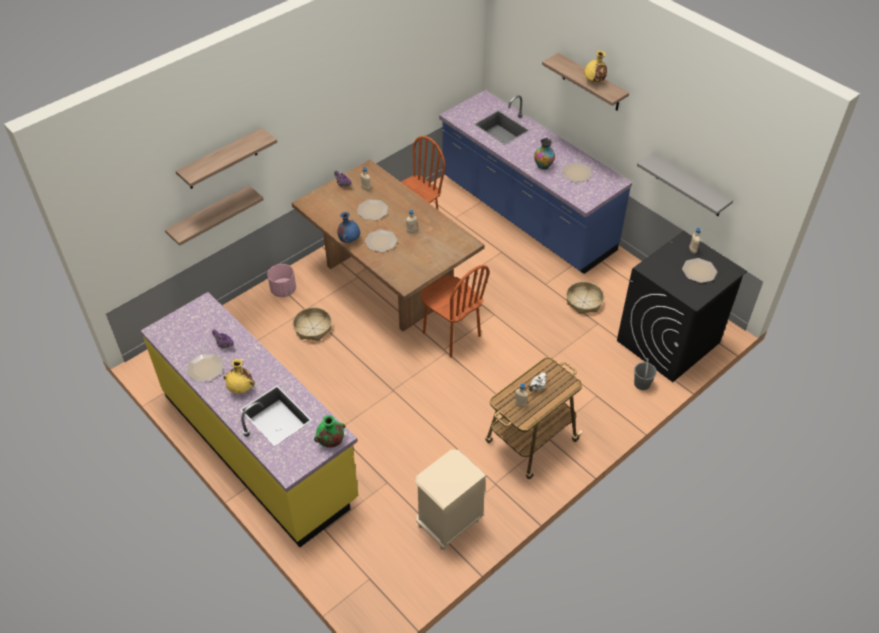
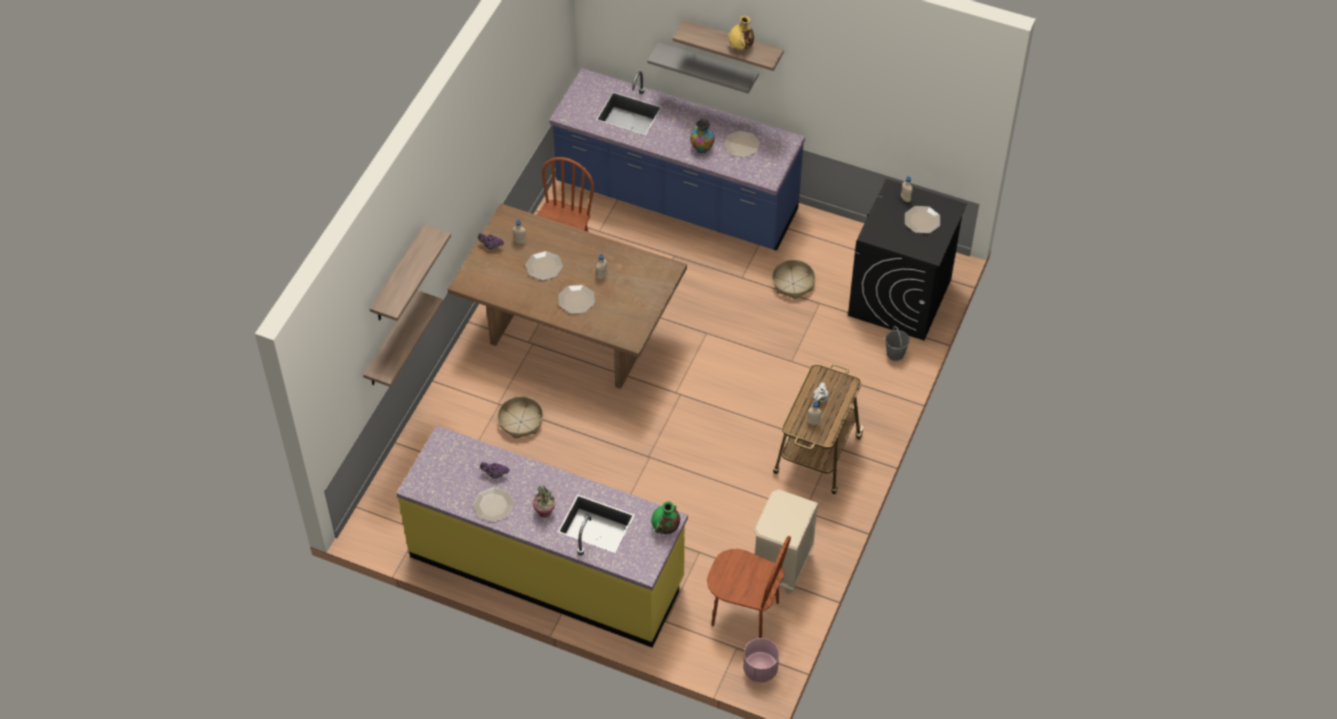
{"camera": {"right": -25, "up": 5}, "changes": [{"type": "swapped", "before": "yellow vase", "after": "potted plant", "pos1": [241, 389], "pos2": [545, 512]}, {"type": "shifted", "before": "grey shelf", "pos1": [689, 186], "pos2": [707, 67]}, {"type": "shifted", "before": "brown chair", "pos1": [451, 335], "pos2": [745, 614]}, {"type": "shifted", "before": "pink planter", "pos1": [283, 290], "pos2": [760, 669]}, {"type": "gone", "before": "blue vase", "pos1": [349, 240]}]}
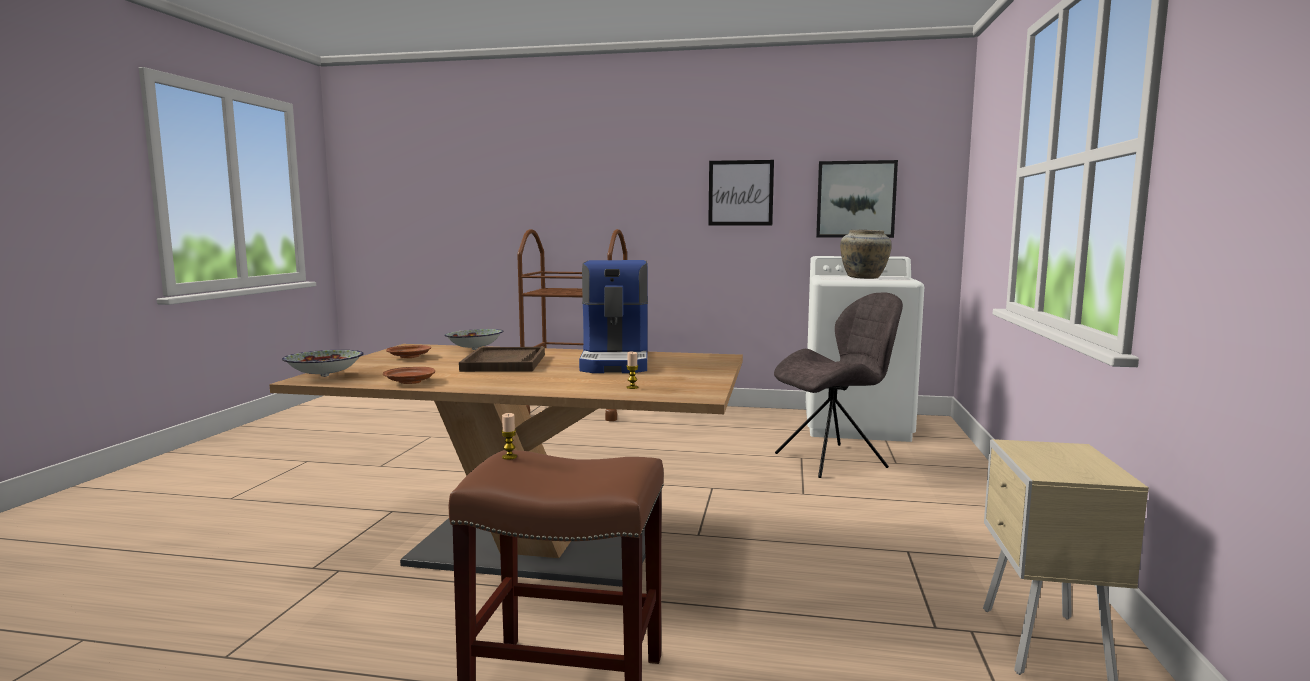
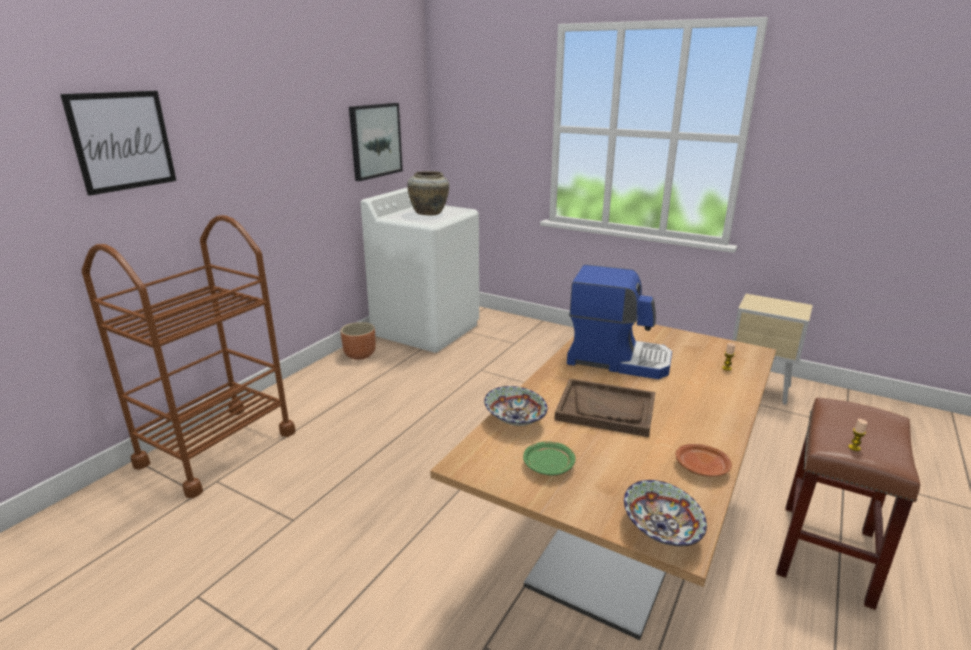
{"camera": {"right": -70, "up": 15}, "changes": [{"type": "shifted", "before": "picture", "pos1": [740, 193], "pos2": [122, 141]}, {"type": "new", "after": "brown planter", "pos2": [360, 355]}, {"type": "repainted", "before": "brown plate", "after": "green plate", "pos1": [410, 357], "pos2": [548, 465]}, {"type": "gone", "before": "grey chair", "pos1": [834, 460]}]}
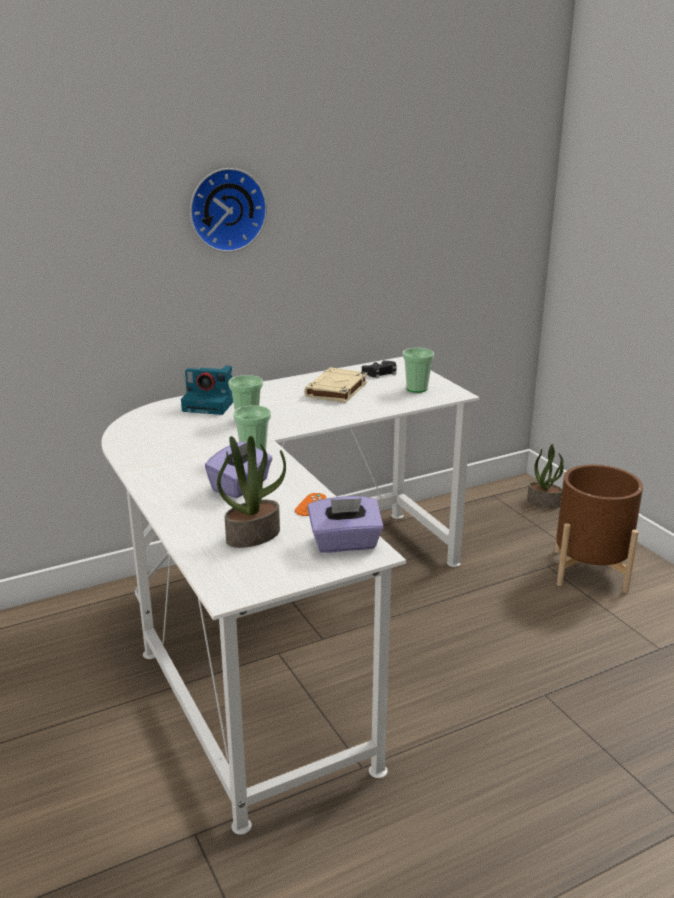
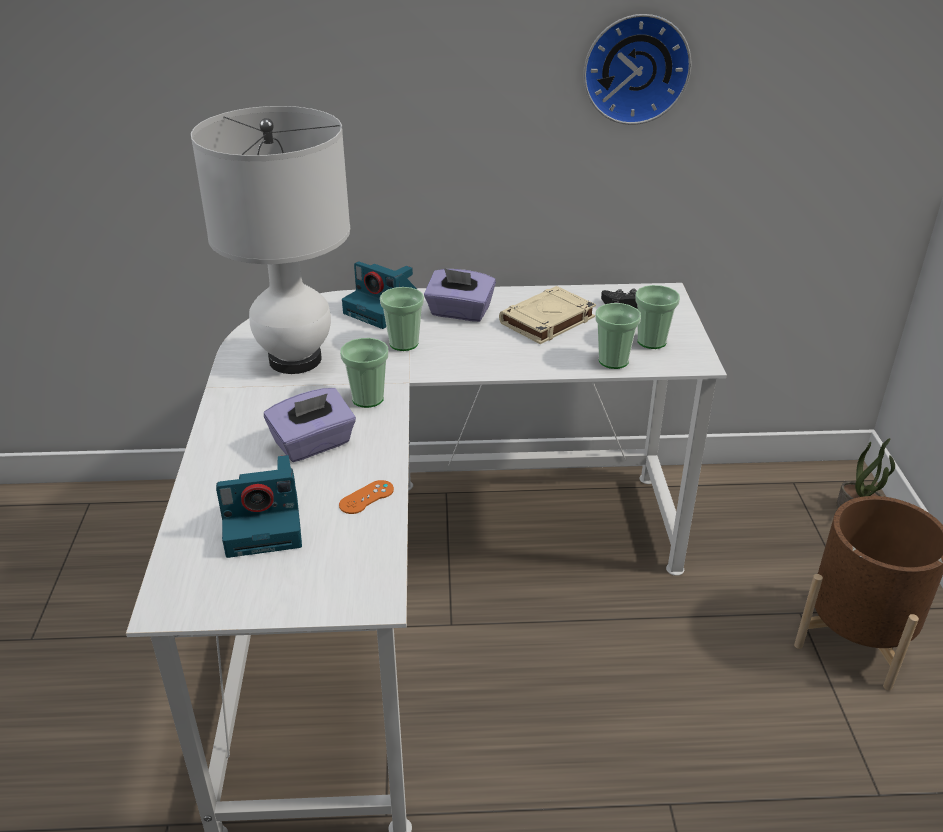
{"camera": {"right": 25, "up": 10}, "changes": [{"type": "new", "after": "white table lamp", "pos2": [295, 360]}, {"type": "swapped", "before": "potted plant", "after": "photo camera", "pos1": [253, 535], "pos2": [265, 524]}, {"type": "shifted", "before": "purple tissue box", "pos1": [345, 543], "pos2": [459, 312]}, {"type": "shifted", "before": "wall clock", "pos1": [226, 209], "pos2": [635, 68]}, {"type": "new", "after": "cup", "pos2": [613, 361]}]}
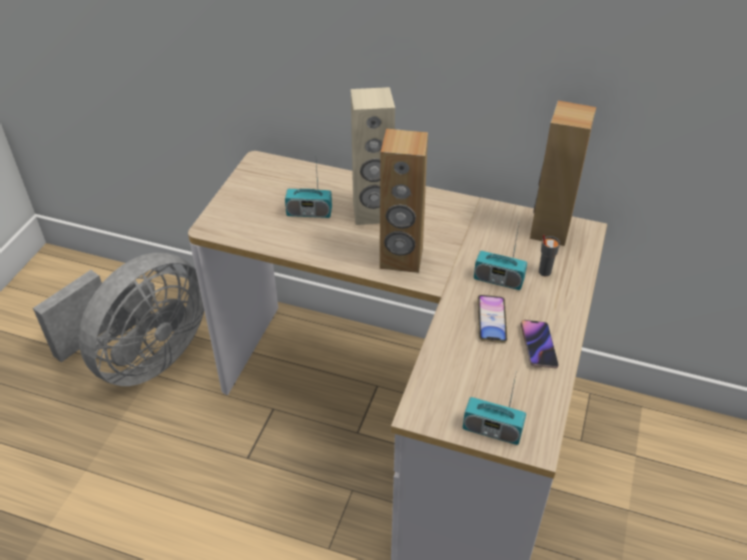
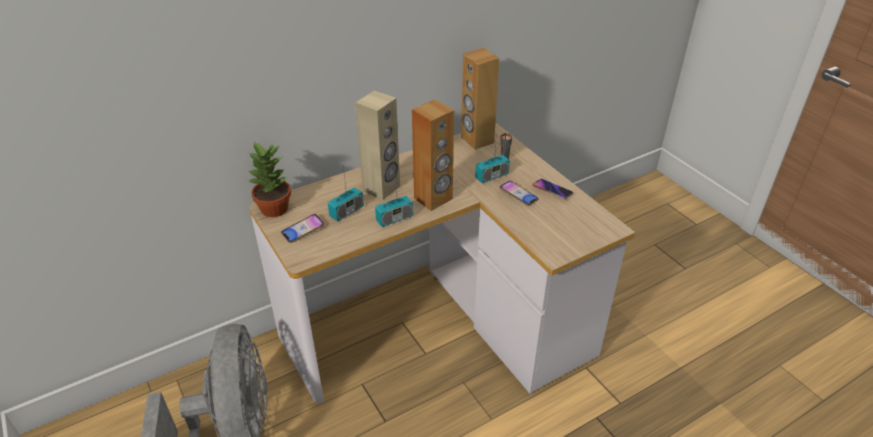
{"camera": {"right": -50, "up": -5}, "changes": [{"type": "new", "after": "potted plant", "pos2": [274, 209]}, {"type": "new", "after": "phone", "pos2": [303, 230]}, {"type": "shifted", "before": "radio", "pos1": [492, 430], "pos2": [394, 219]}]}
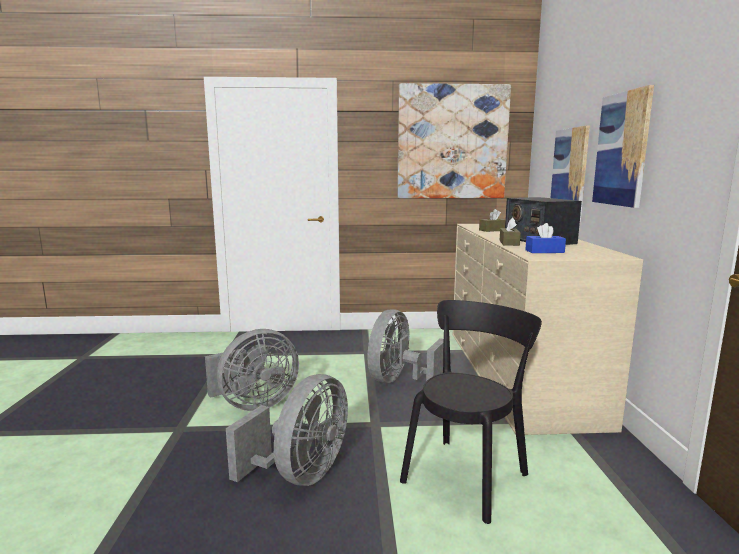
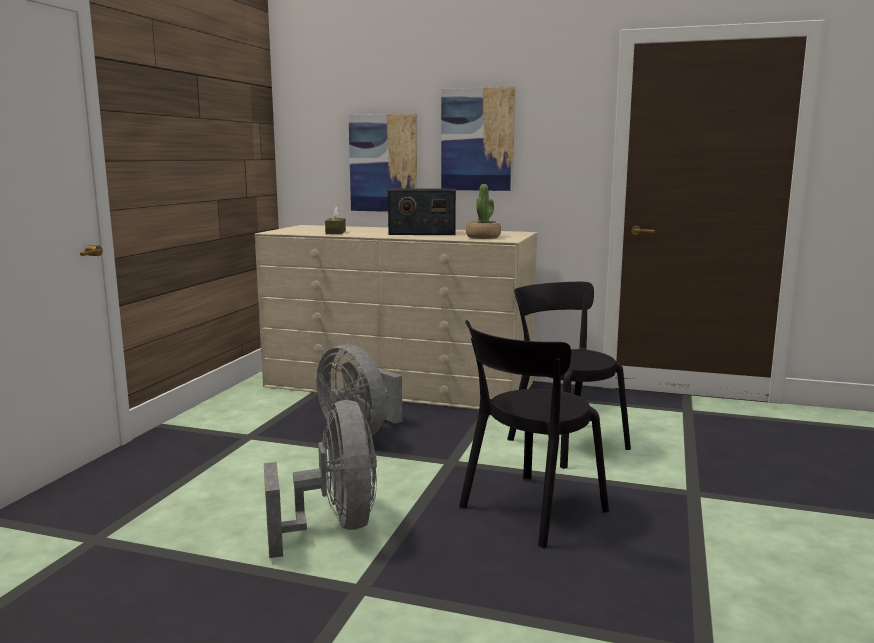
{"camera": {"right": -70, "up": 0}, "changes": [{"type": "swapped", "before": "grey fan", "after": "black chair", "pos1": [301, 474], "pos2": [528, 511]}, {"type": "swapped", "before": "blue tissue box", "after": "potted plant", "pos1": [544, 251], "pos2": [483, 237]}, {"type": "gone", "before": "picture", "pos1": [452, 142]}, {"type": "gone", "before": "brown tissue box", "pos1": [509, 243]}]}
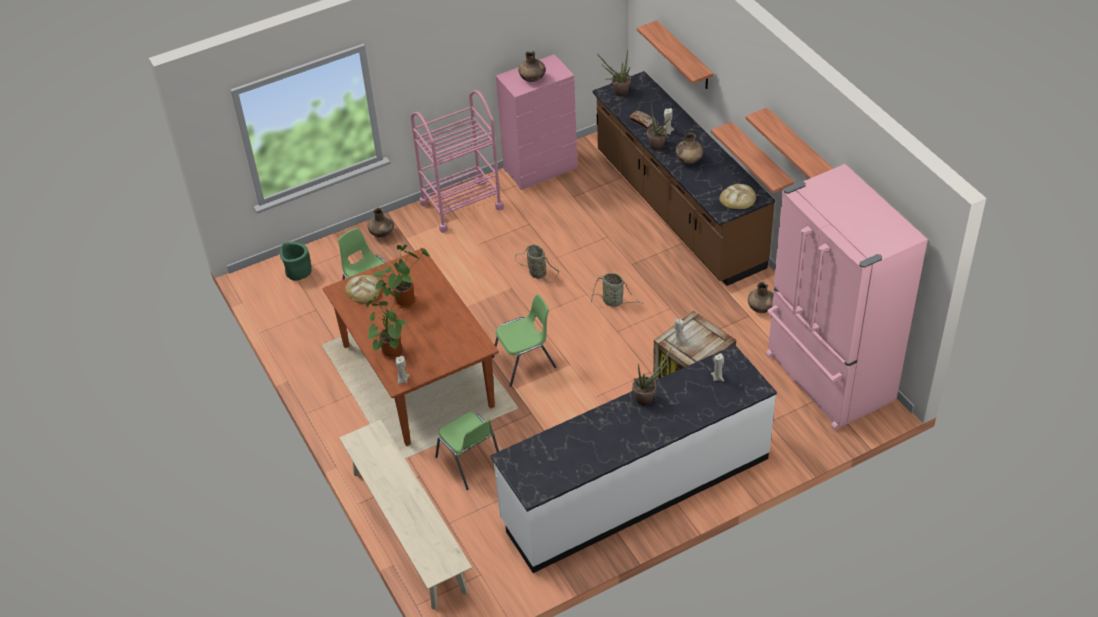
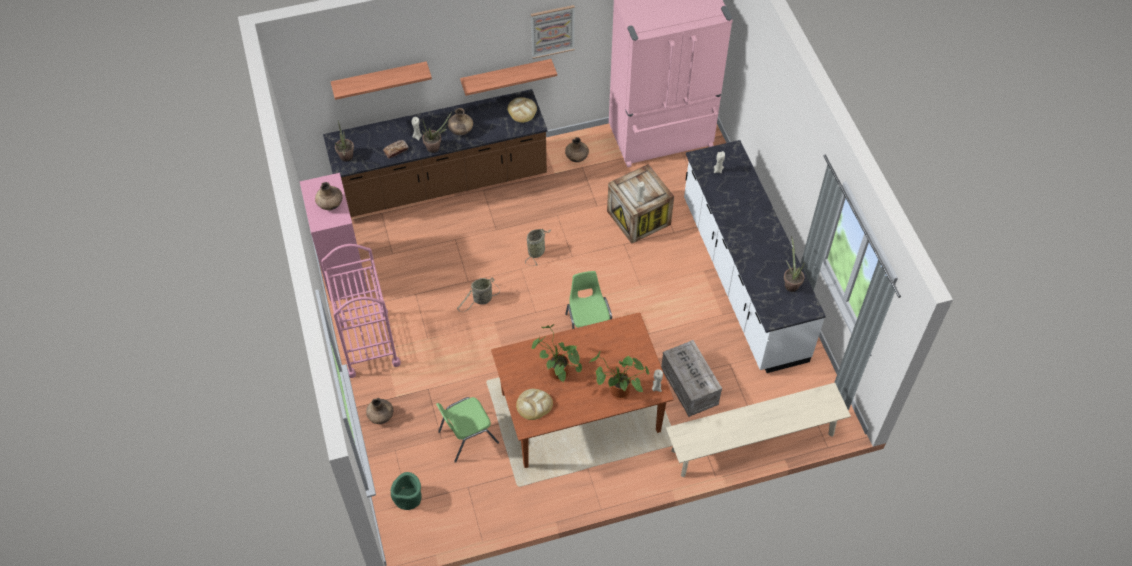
{"camera": {"right": -80, "up": 10}, "changes": [{"type": "swapped", "before": "shelf", "after": "picture", "pos1": [799, 148], "pos2": [552, 31]}, {"type": "swapped", "before": "green chair", "after": "crate", "pos1": [470, 463], "pos2": [690, 386]}, {"type": "shifted", "before": "potted plant", "pos1": [647, 397], "pos2": [790, 283]}]}
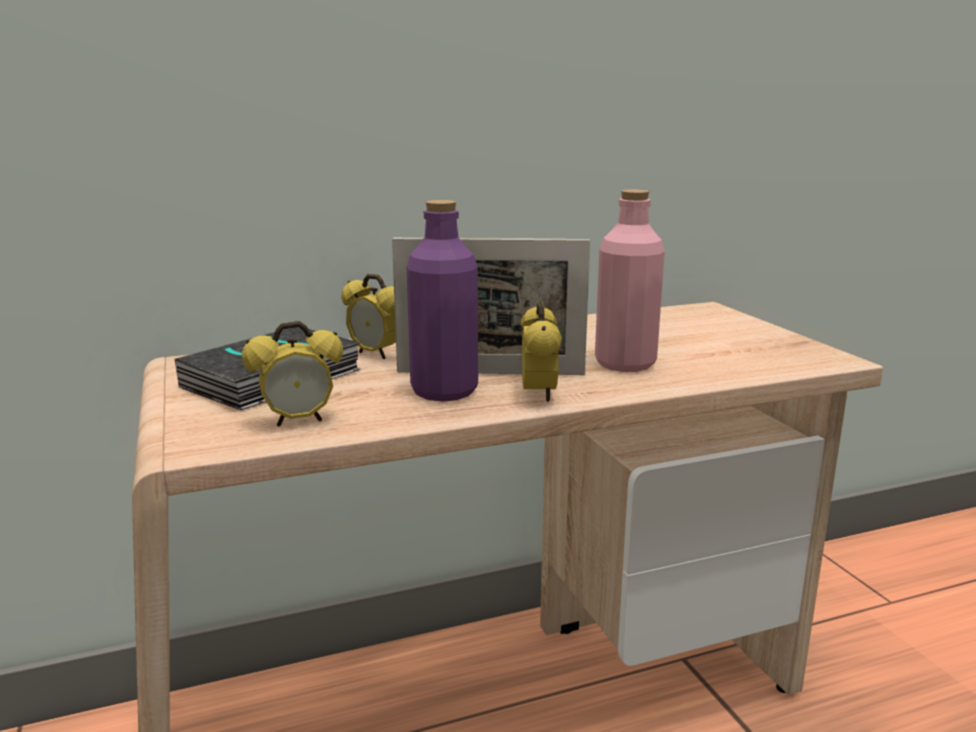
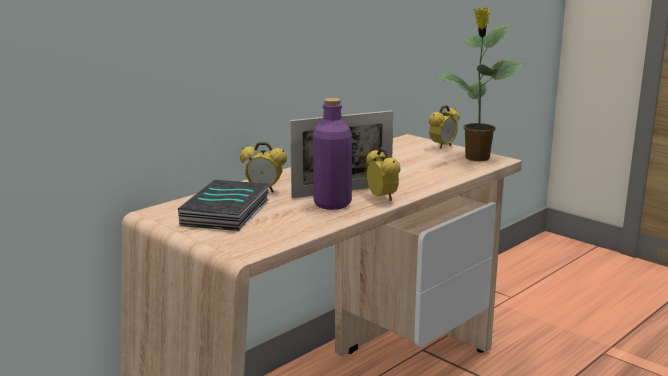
{"camera": {"right": -25, "up": 0}, "changes": [{"type": "shifted", "before": "alarm clock", "pos1": [298, 421], "pos2": [442, 146]}, {"type": "new", "after": "potted plant", "pos2": [476, 158]}, {"type": "gone", "before": "pink bottle", "pos1": [625, 364]}]}
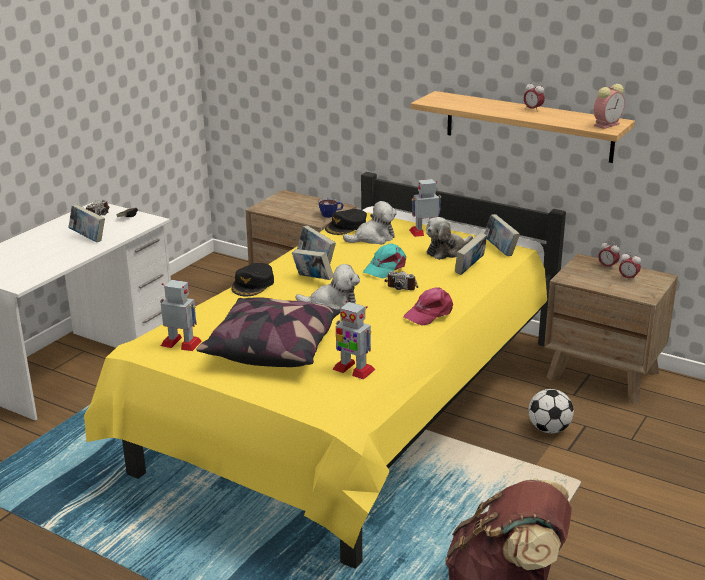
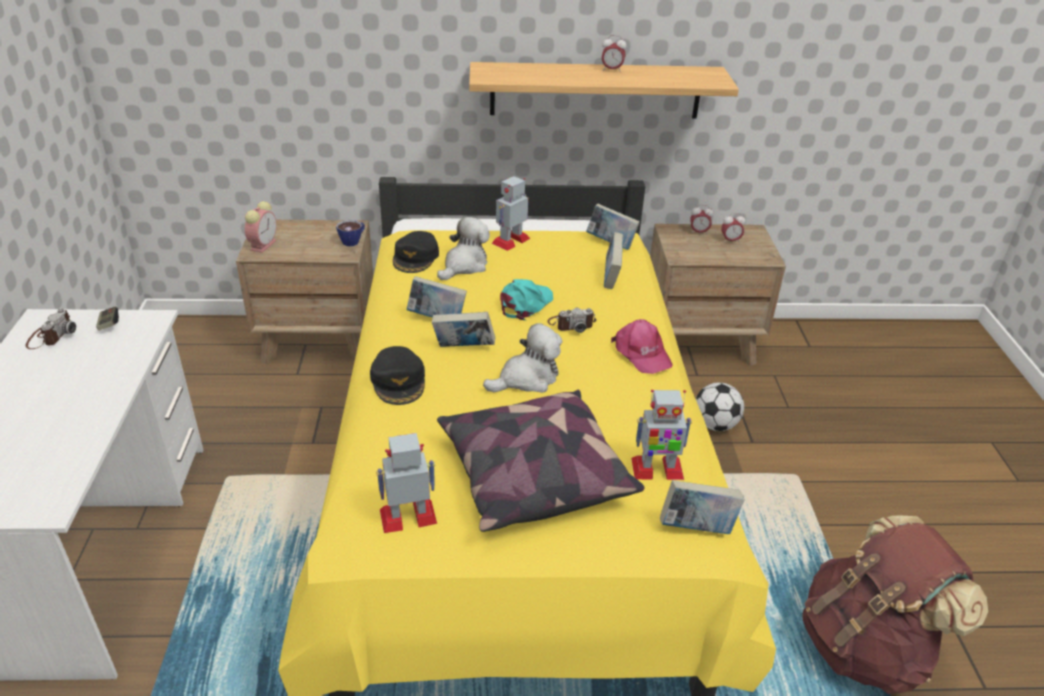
{"camera": {"right": -35, "up": 10}, "changes": [{"type": "shifted", "before": "alarm clock", "pos1": [607, 124], "pos2": [263, 244]}, {"type": "rotated", "before": "turquoise cap", "pos1": [385, 268], "pos2": [525, 304], "turn": -150}, {"type": "rotated", "before": "pink cap", "pos1": [429, 313], "pos2": [641, 353], "turn": -45}, {"type": "shifted", "before": "book", "pos1": [88, 238], "pos2": [697, 528]}, {"type": "gone", "before": "plush toy", "pos1": [446, 251]}]}
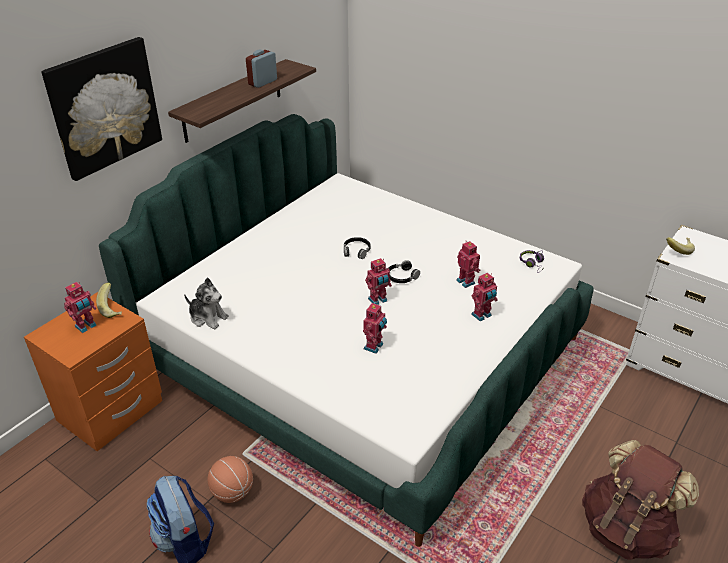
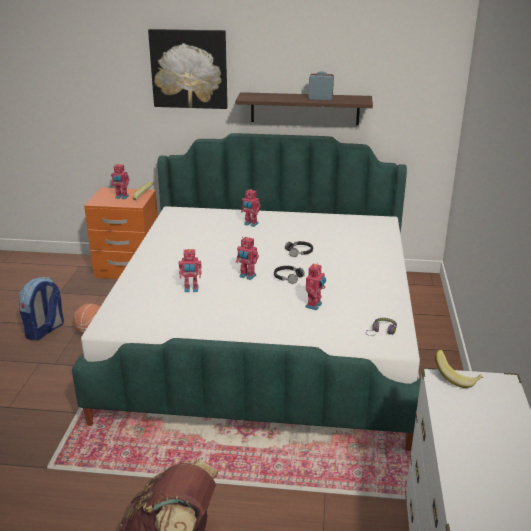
{"camera": {"right": 60, "up": -10}, "changes": [{"type": "shifted", "before": "toy robot", "pos1": [482, 315], "pos2": [250, 224]}, {"type": "gone", "before": "plush toy", "pos1": [208, 317]}]}
